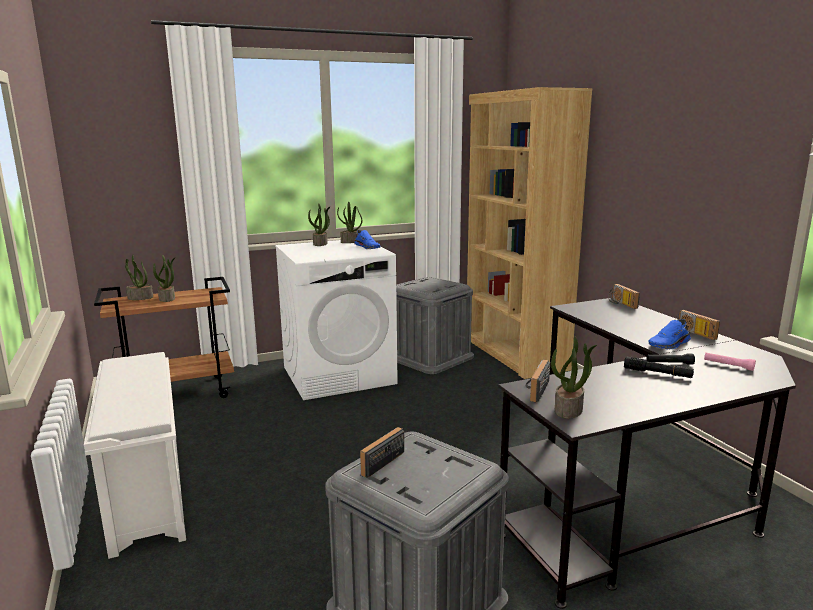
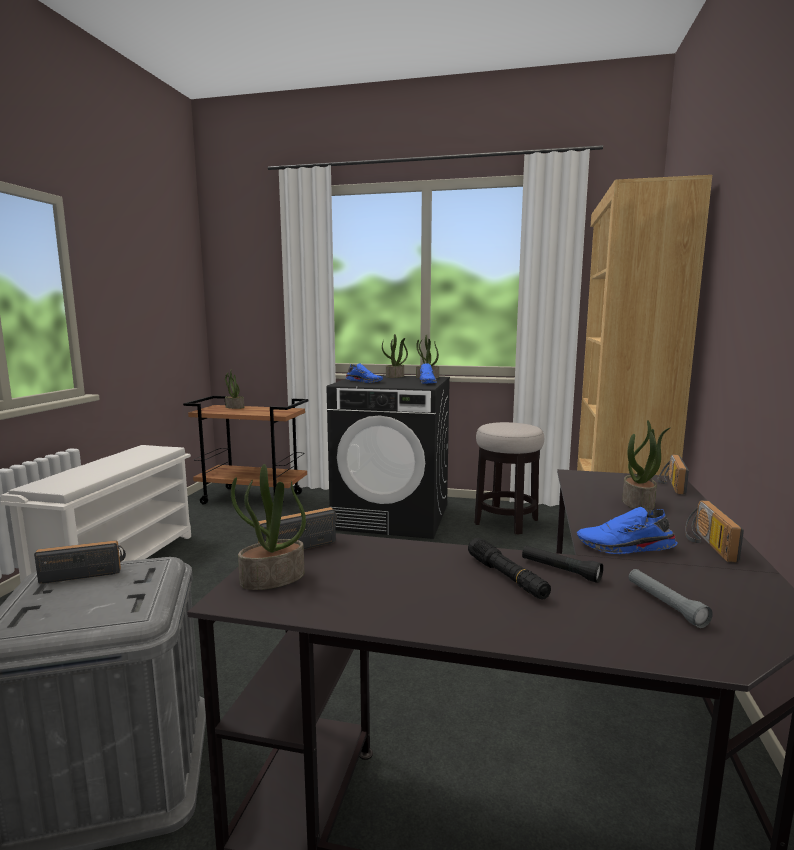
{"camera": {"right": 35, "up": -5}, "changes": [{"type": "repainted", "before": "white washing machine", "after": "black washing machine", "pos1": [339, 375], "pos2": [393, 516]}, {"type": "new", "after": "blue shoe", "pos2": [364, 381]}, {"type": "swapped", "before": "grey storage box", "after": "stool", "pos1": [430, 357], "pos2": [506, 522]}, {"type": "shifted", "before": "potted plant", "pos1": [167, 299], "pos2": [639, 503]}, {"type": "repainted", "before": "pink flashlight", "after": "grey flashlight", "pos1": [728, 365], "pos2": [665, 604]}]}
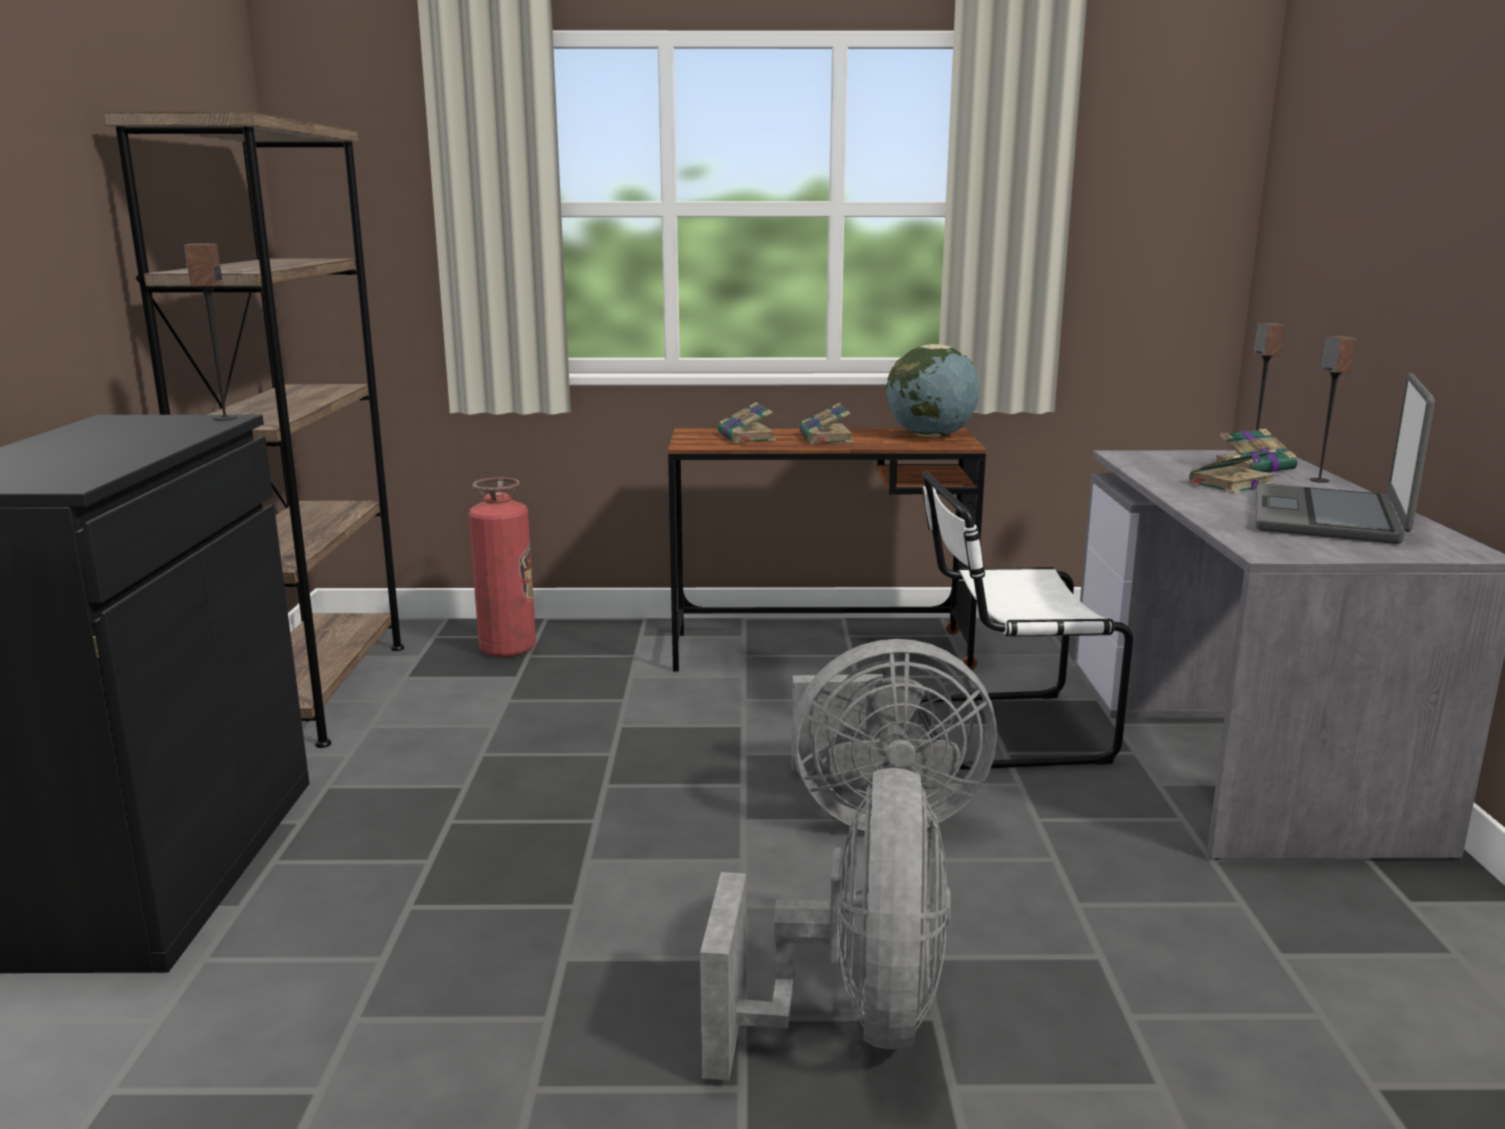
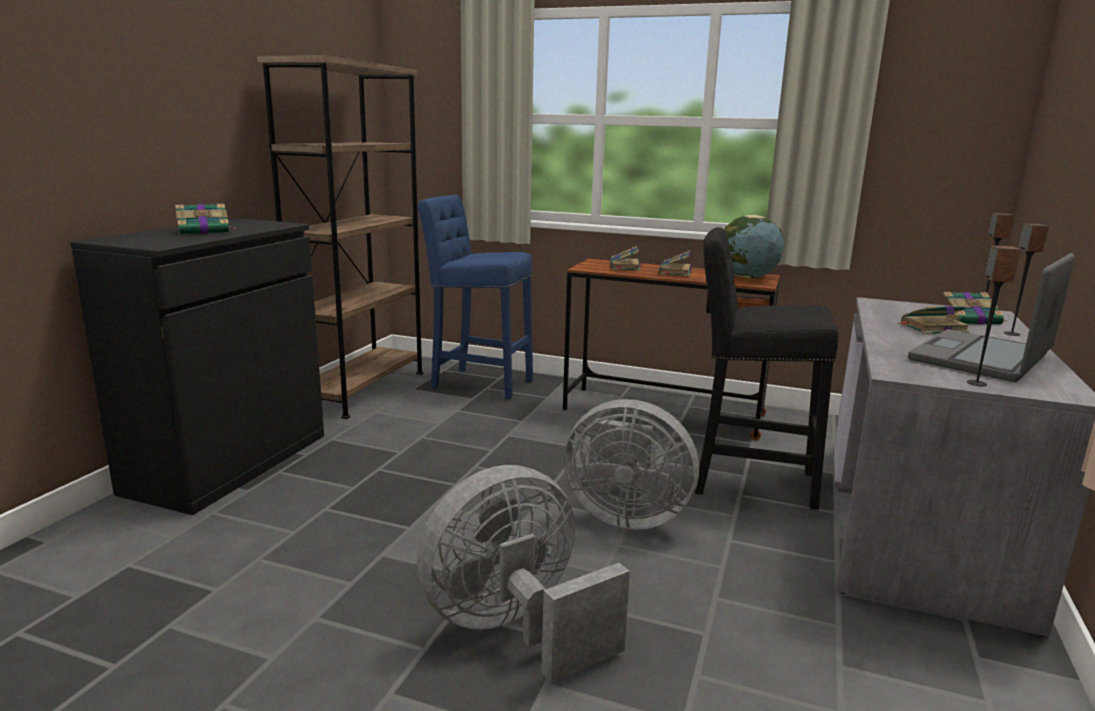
{"camera": {"right": 20, "up": 0}, "changes": [{"type": "new", "after": "book", "pos2": [205, 231]}, {"type": "rotated", "before": "grey fan", "pos1": [852, 1020], "pos2": [515, 629], "turn": -150}, {"type": "swapped", "before": "fire extinguisher", "after": "blue stool", "pos1": [507, 649], "pos2": [478, 382]}, {"type": "swapped", "before": "white chair", "after": "black stool", "pos1": [1000, 731], "pos2": [746, 480]}, {"type": "shifted", "before": "speaker", "pos1": [224, 418], "pos2": [976, 383]}]}
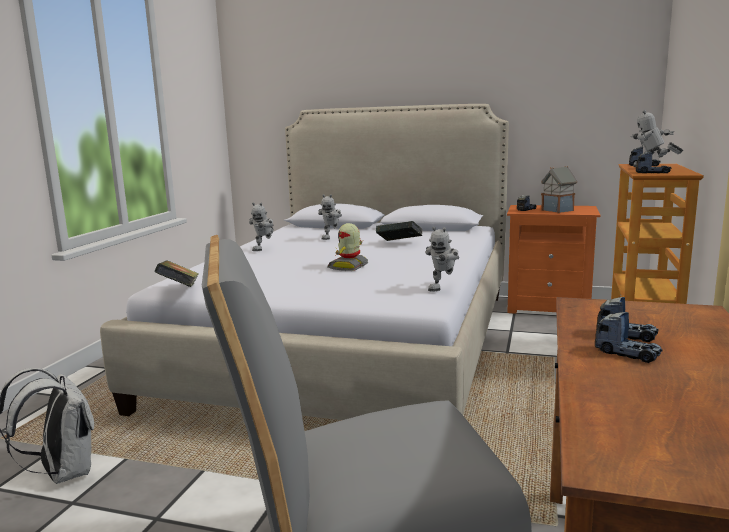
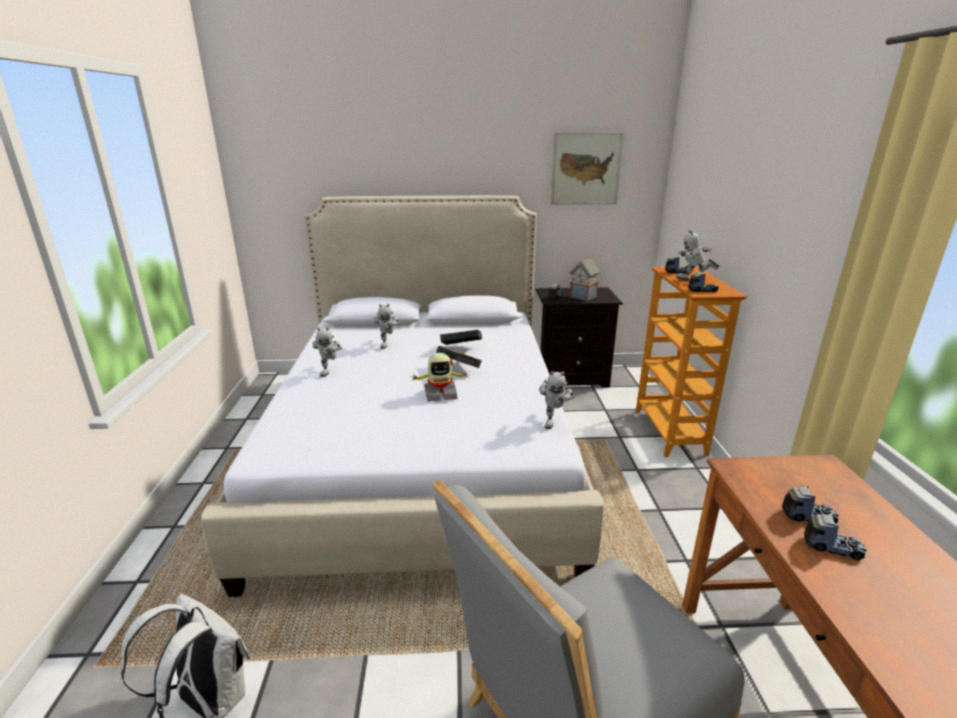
{"camera": {"right": -20, "up": 10}, "changes": [{"type": "rotated", "before": "toy robot", "pos1": [349, 267], "pos2": [440, 394], "turn": -105}, {"type": "shifted", "before": "book", "pos1": [179, 290], "pos2": [459, 369]}, {"type": "repainted", "before": "orange nightstand", "after": "black nightstand", "pos1": [548, 307], "pos2": [571, 377]}, {"type": "new", "after": "picture", "pos2": [586, 169]}]}
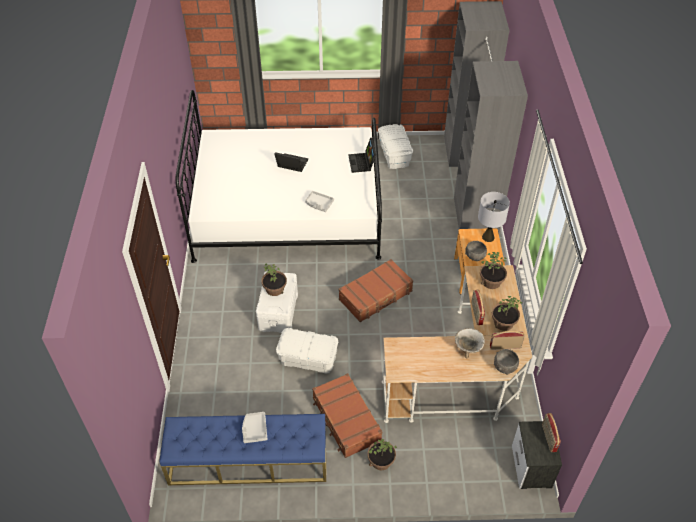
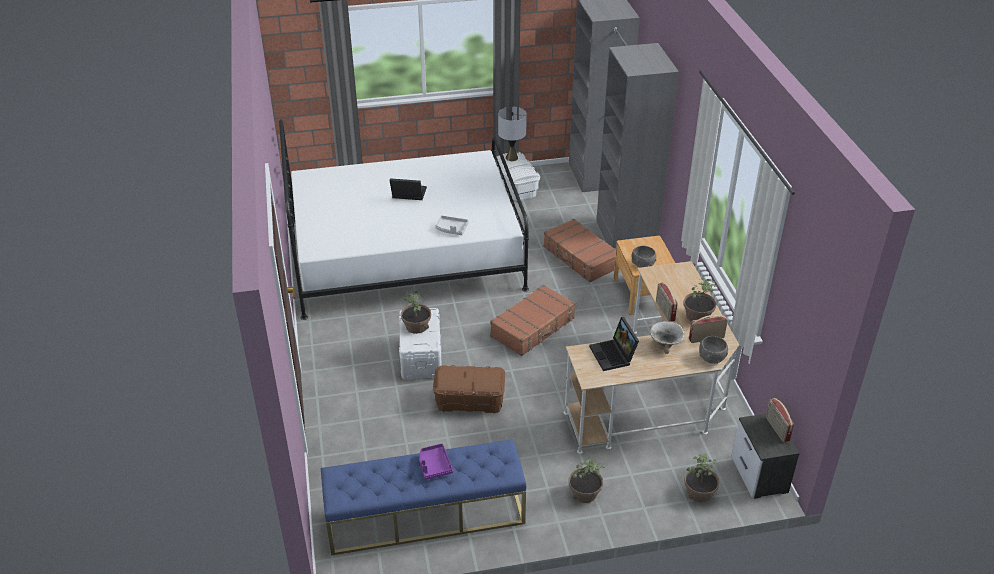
{"camera": {"right": -10, "up": -10}, "changes": [{"type": "repainted", "before": "grey tray", "after": "purple tray", "pos1": [254, 430], "pos2": [434, 465]}, {"type": "repainted", "before": "white storage box", "after": "brown storage box", "pos1": [308, 359], "pos2": [469, 401]}, {"type": "shifted", "before": "grey table lamp", "pos1": [488, 237], "pos2": [511, 157]}, {"type": "shifted", "before": "brown suitcase", "pos1": [346, 420], "pos2": [580, 258]}, {"type": "shifted", "before": "laptop", "pos1": [362, 163], "pos2": [614, 355]}, {"type": "shifted", "before": "potted plant", "pos1": [491, 282], "pos2": [699, 493]}]}
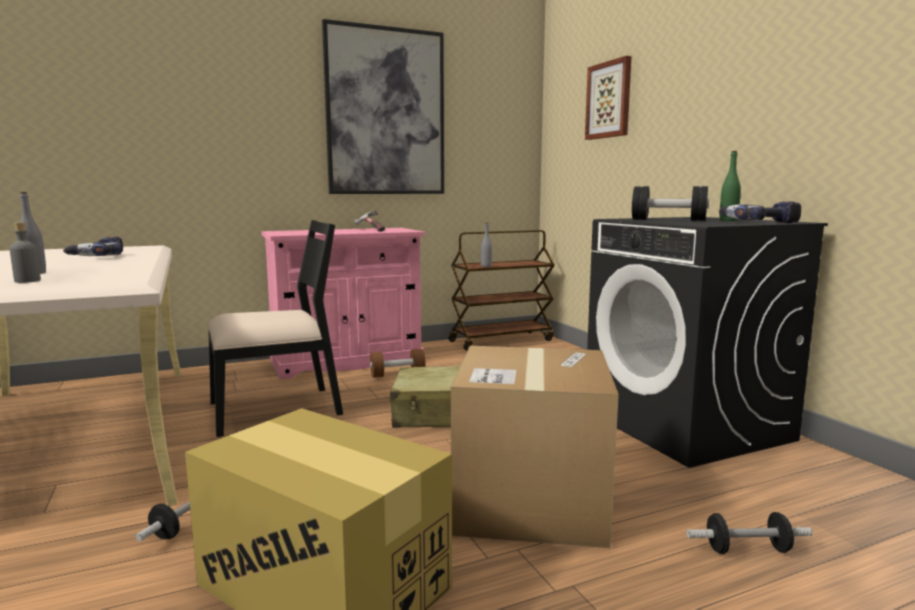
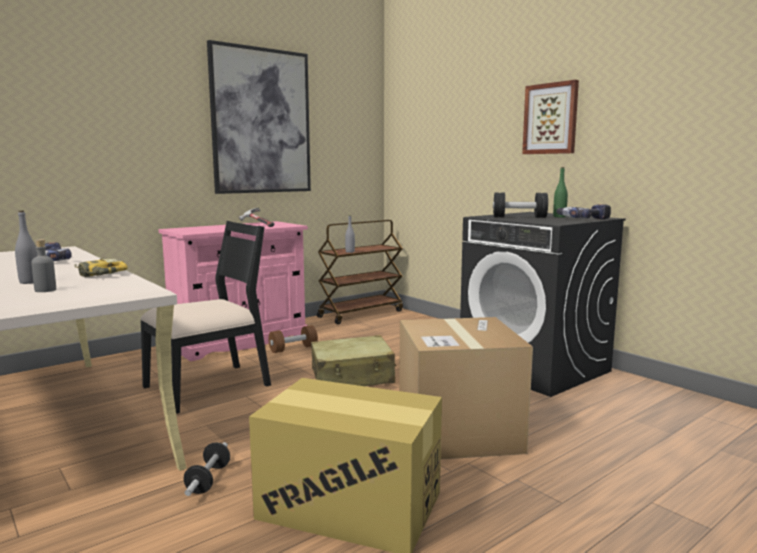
{"camera": {"right": -15, "up": 0}, "changes": [{"type": "new", "after": "power drill", "pos2": [98, 274]}, {"type": "shifted", "before": "picture", "pos1": [609, 100], "pos2": [550, 119]}, {"type": "gone", "before": "dumbbell", "pos1": [747, 549]}]}
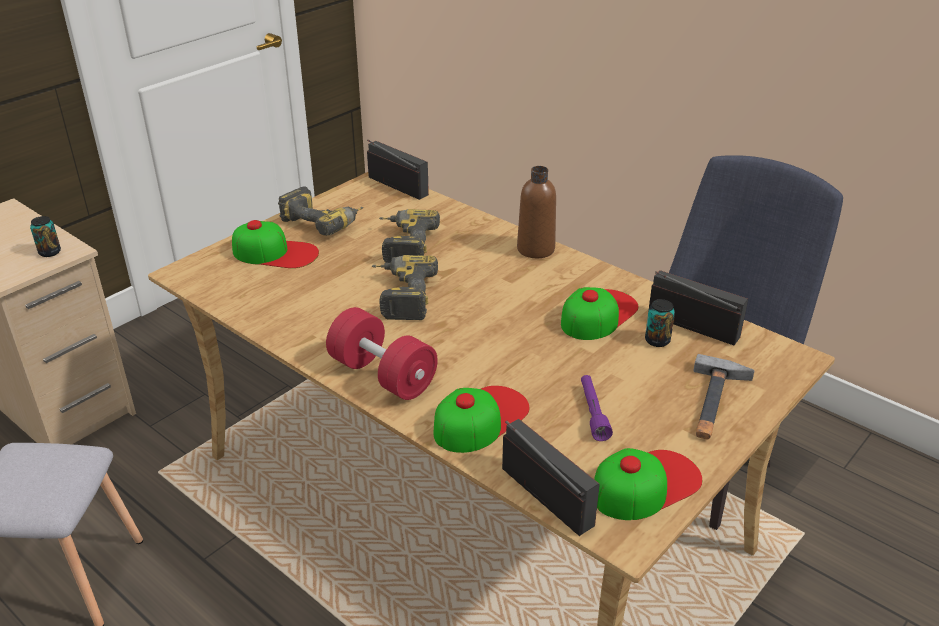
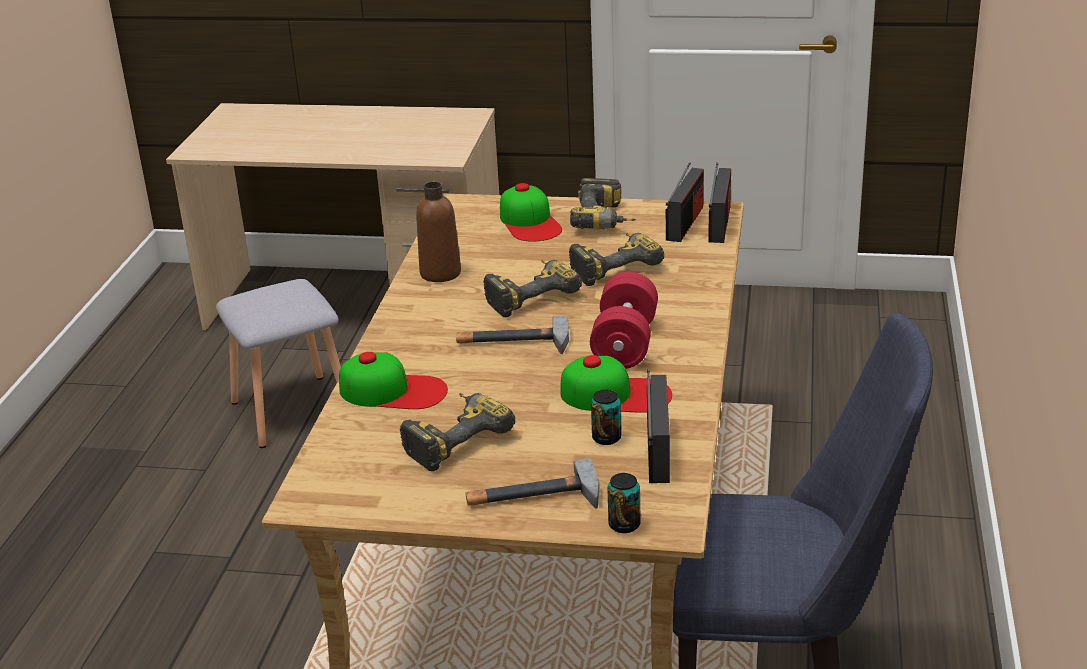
{"camera": {"right": 60, "up": -5}, "changes": [{"type": "swapped", "before": "purple flashlight", "after": "power drill", "pos1": [593, 413], "pos2": [453, 438]}, {"type": "shifted", "before": "brown bottle", "pos1": [535, 249], "pos2": [440, 273]}, {"type": "new", "after": "hammer", "pos2": [512, 342]}, {"type": "shifted", "before": "red dumbbell", "pos1": [382, 375], "pos2": [625, 344]}, {"type": "shifted", "before": "can", "pos1": [50, 252], "pos2": [624, 525]}, {"type": "shifted", "before": "radio", "pos1": [546, 496], "pos2": [685, 223]}, {"type": "gone", "before": "cap", "pos1": [645, 484]}]}
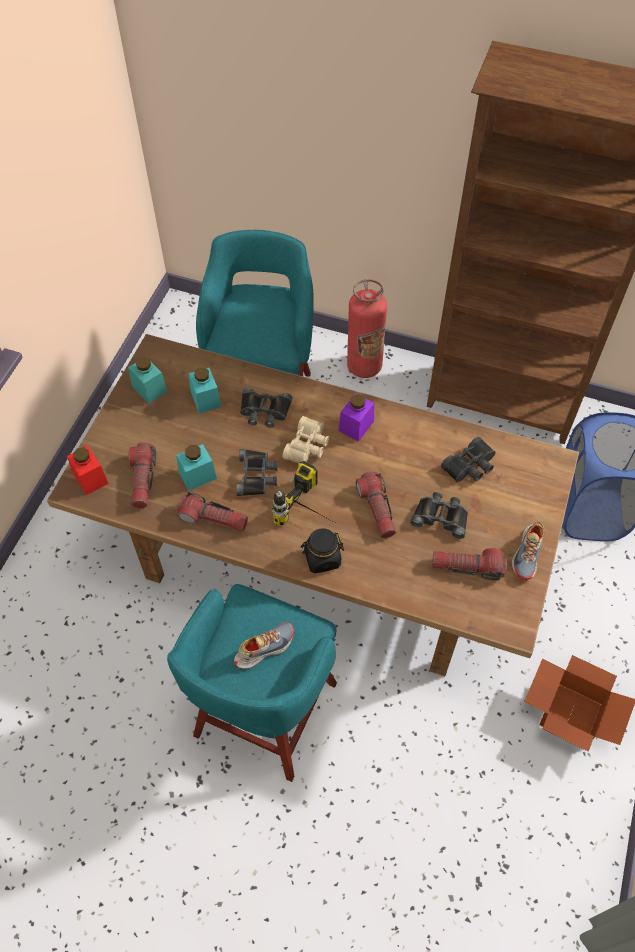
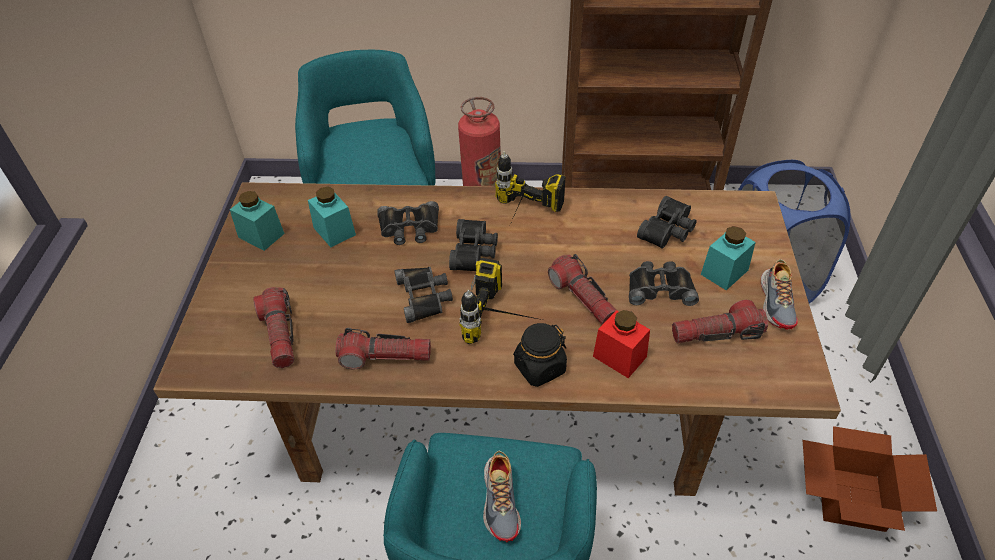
{"camera": {"right": -15, "up": -10}, "changes": [{"type": "repainted", "before": "beige binoculars", "after": "black binoculars", "pos1": [308, 447], "pos2": [475, 252]}, {"type": "rotated", "before": "shoe", "pos1": [264, 648], "pos2": [501, 500], "turn": 135}, {"type": "swapped", "before": "purple jar", "after": "power drill", "pos1": [356, 426], "pos2": [522, 219]}, {"type": "shifted", "before": "red jar", "pos1": [90, 478], "pos2": [619, 356]}, {"type": "shifted", "before": "turquoise jar", "pos1": [197, 475], "pos2": [724, 272]}]}
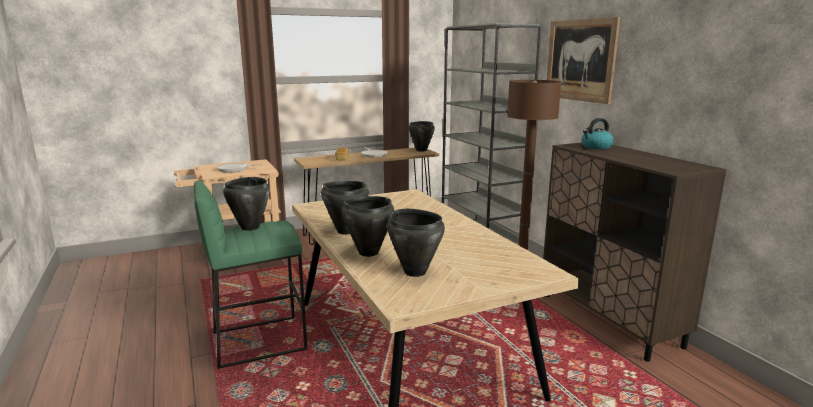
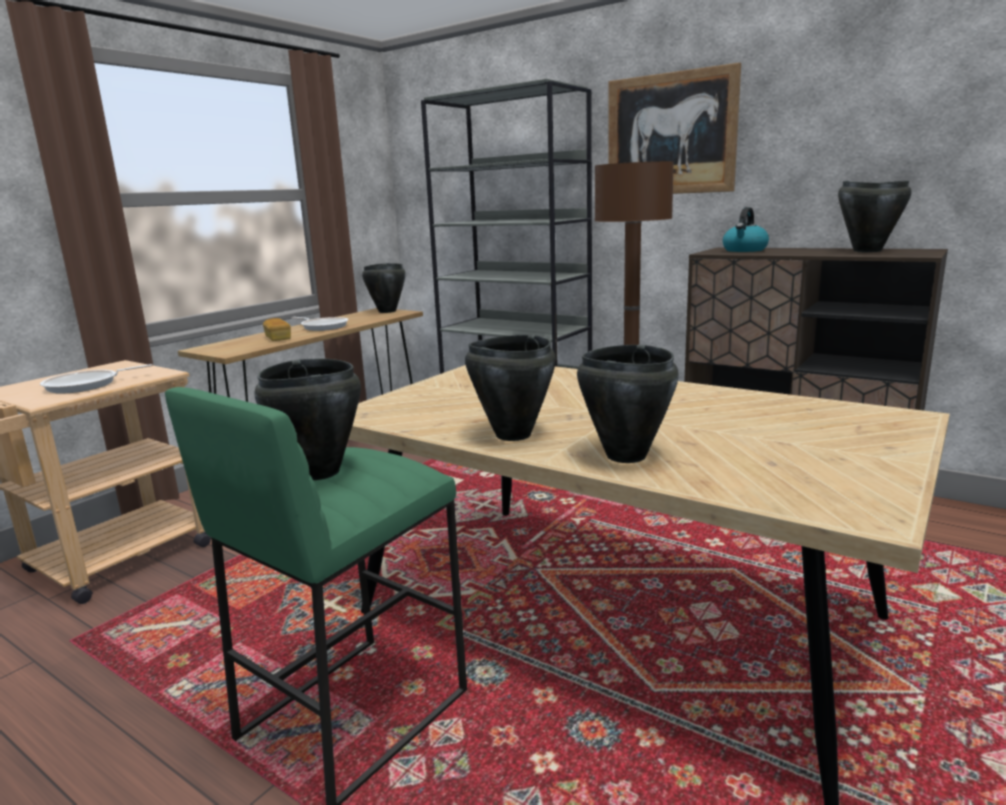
{"camera": {"right": -30, "up": 0}, "changes": [{"type": "shifted", "before": "black cooking pot", "pos1": [415, 272], "pos2": [866, 251]}]}
